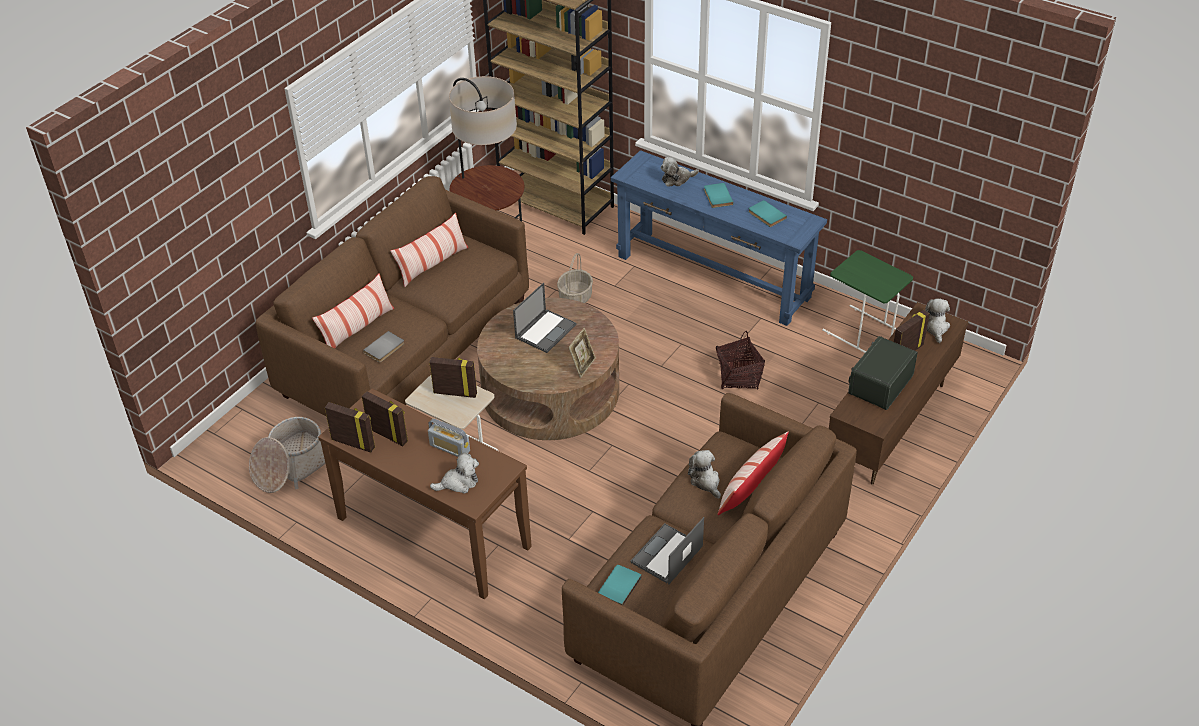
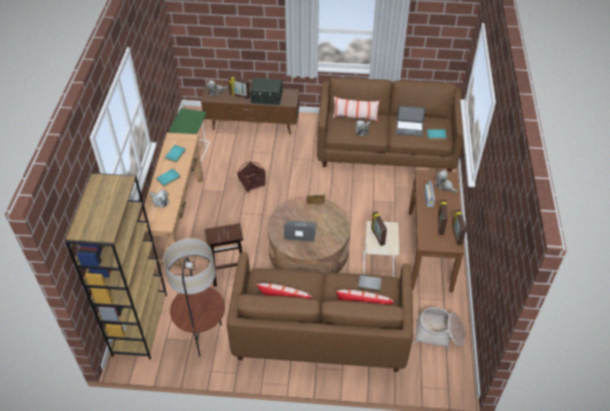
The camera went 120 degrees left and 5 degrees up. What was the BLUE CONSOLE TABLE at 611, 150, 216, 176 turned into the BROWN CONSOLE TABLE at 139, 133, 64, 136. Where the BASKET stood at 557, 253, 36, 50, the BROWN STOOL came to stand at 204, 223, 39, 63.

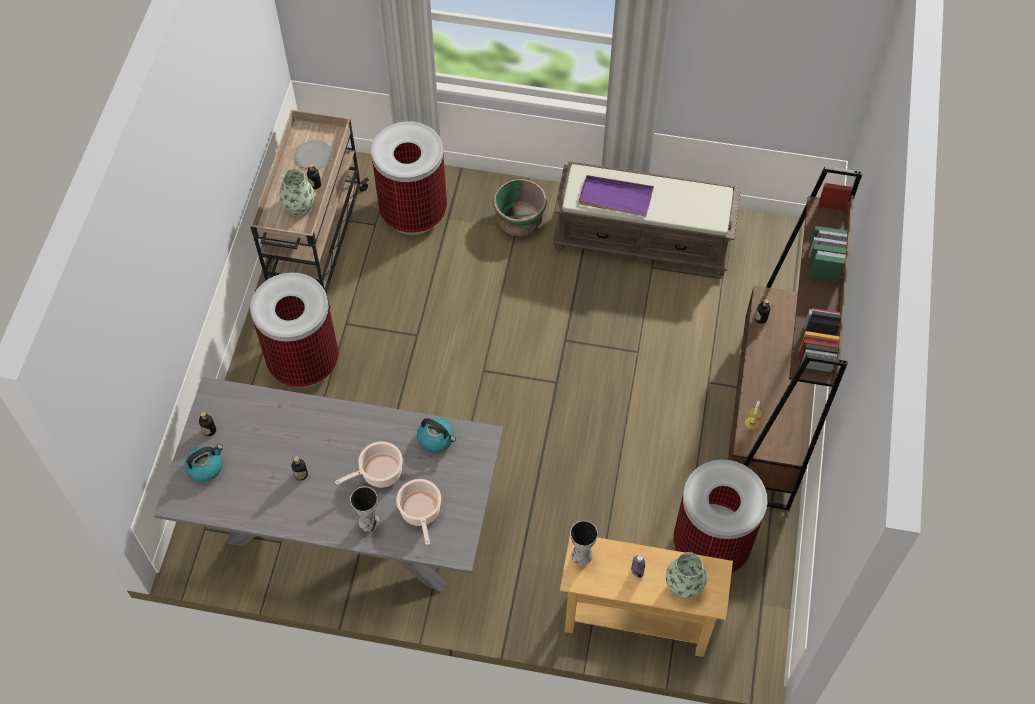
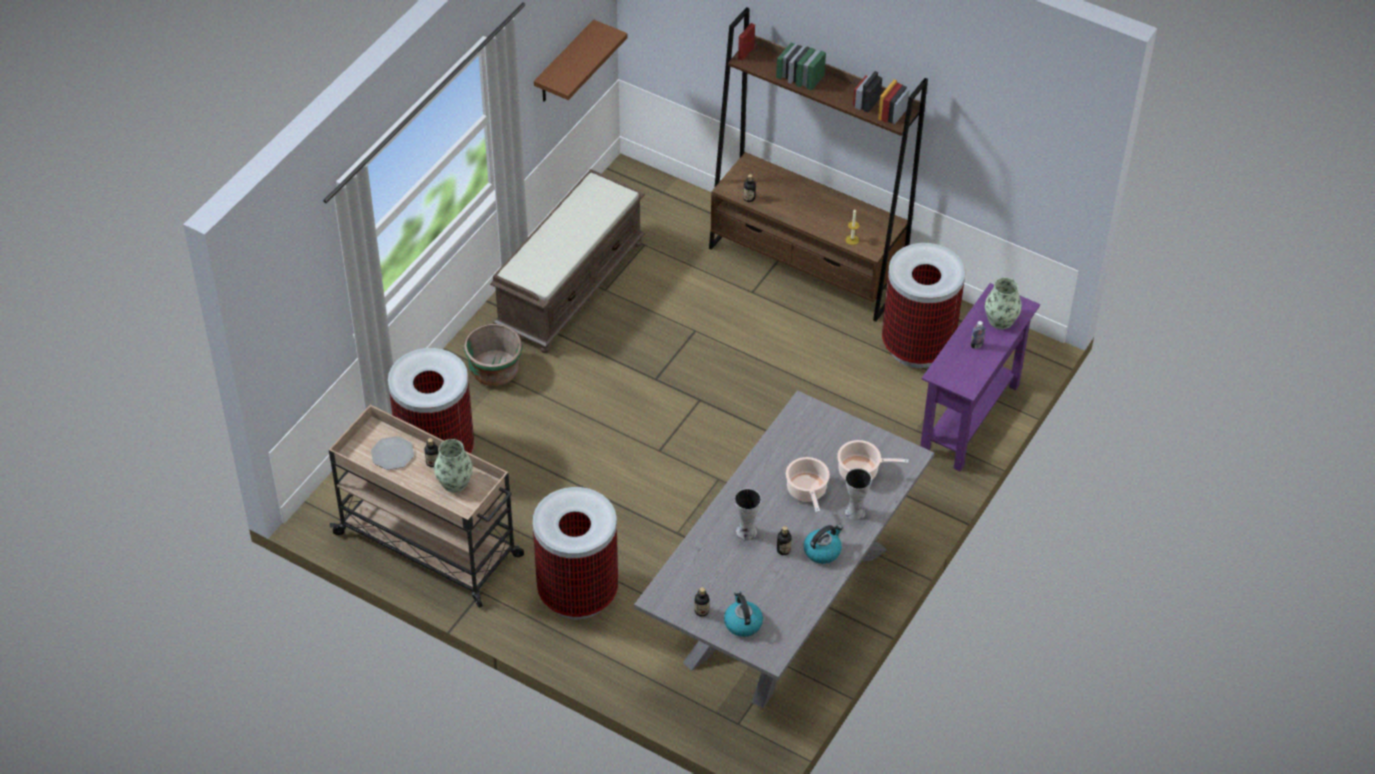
The camera went 70 degrees left and 10 degrees down. The second view lost the PURPLE TRAY at 579, 175, 75, 42. The KETTLE ended up elsewhere, having gone from 417, 418, 39, 35 to 804, 525, 39, 39. The VASE ended up elsewhere, having gone from 570, 520, 28, 45 to 735, 488, 26, 53. What was the BEIGE CONSOLE TABLE at 560, 537, 173, 120 turned into the PURPLE CONSOLE TABLE at 920, 283, 120, 189. The second view gained the BROWN SHELF at 534, 19, 94, 83.

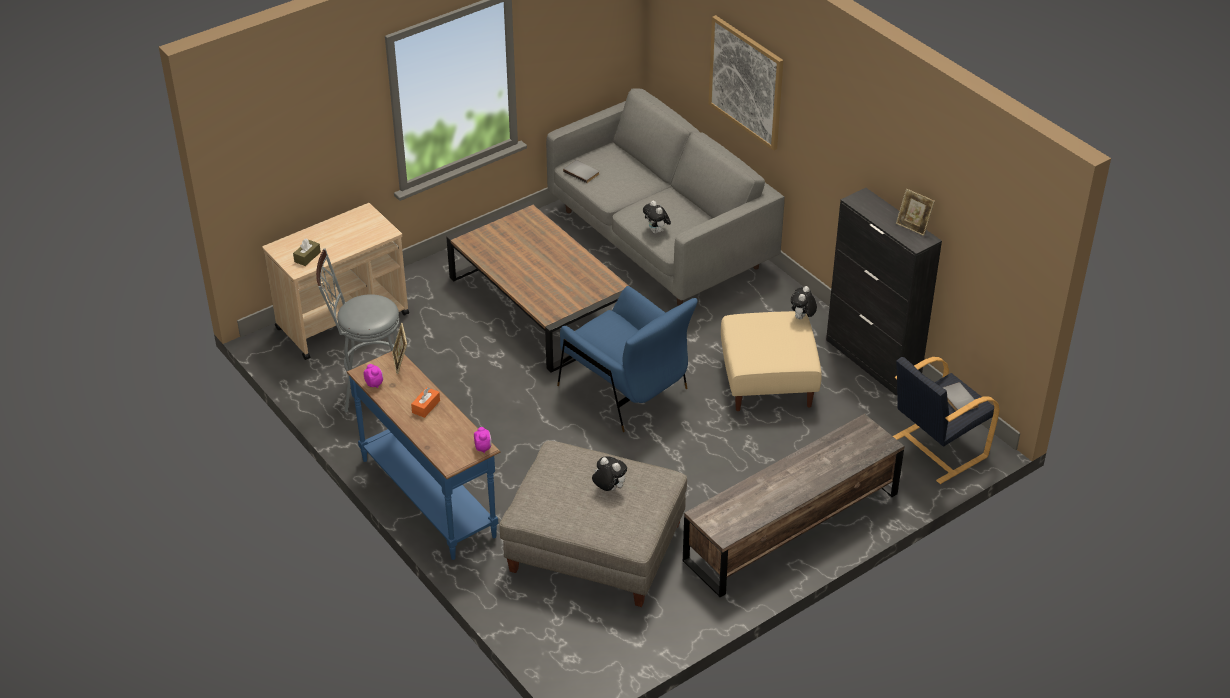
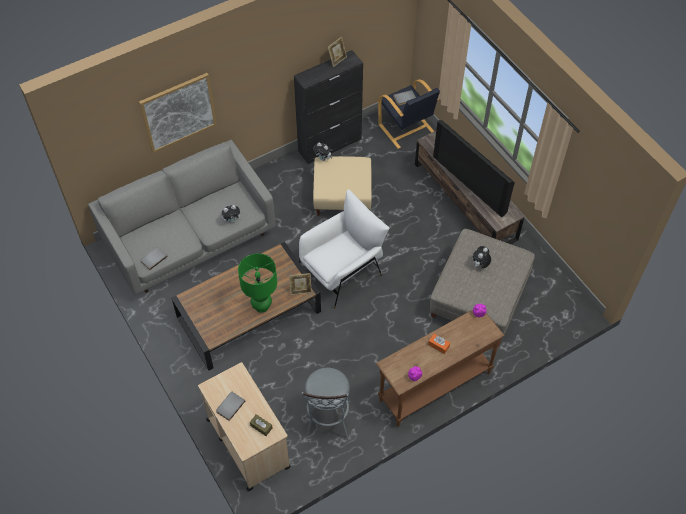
The camera went 85 degrees left and 15 degrees up. What was the BLUE ARMCHAIR at 557, 286, 141, 146 turned into the WHITE ARMCHAIR at 299, 189, 90, 120. The PICTURE FRAME ended up elsewhere, having gone from 392, 323, 15, 51 to 289, 273, 23, 22. What was the BLUE CONSOLE TABLE at 347, 351, 154, 209 turned into the BROWN CONSOLE TABLE at 376, 310, 129, 117. The second view gained the TELEVISION at 433, 120, 82, 97. The second view gained the GREEN TABLE LAMP at 238, 253, 39, 60. The second view gained the GREY BOOK at 216, 392, 29, 29.

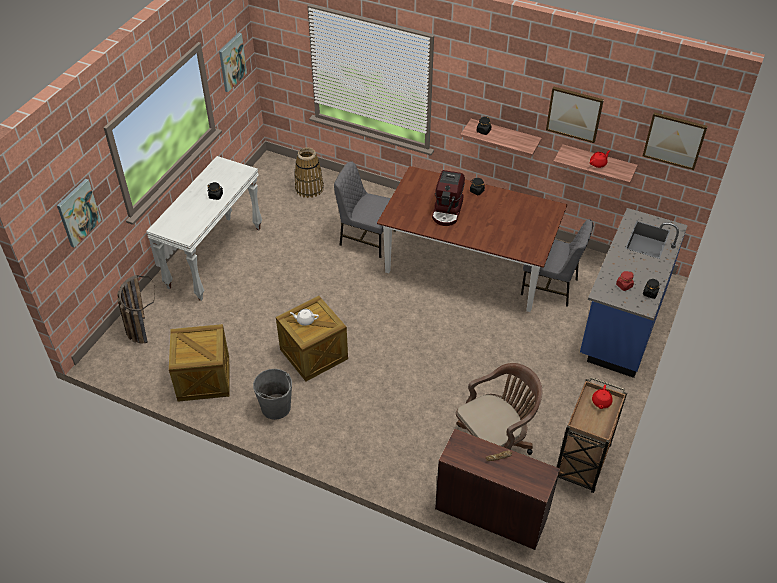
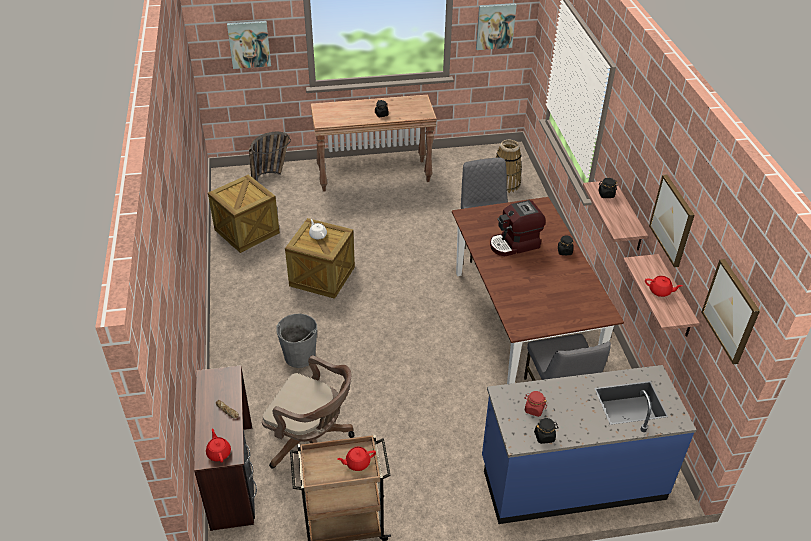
The camera went 55 degrees right and 5 degrees down. What was the WHITE CONSOLE TABLE at 146, 156, 116, 145 turned into the BROWN CONSOLE TABLE at 311, 95, 126, 97. The GREY BUCKET ended up elsewhere, having gone from 253, 369, 39, 51 to 276, 314, 41, 54. The second view gained the RED TEAPOT at 206, 428, 25, 35.

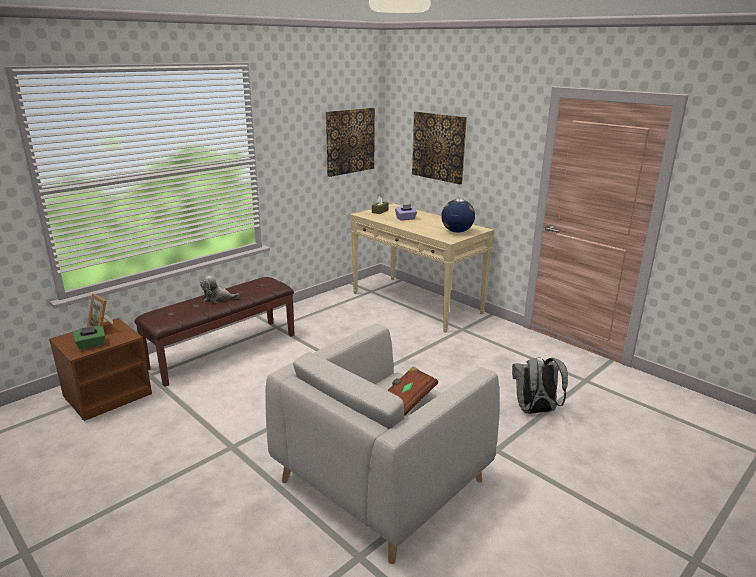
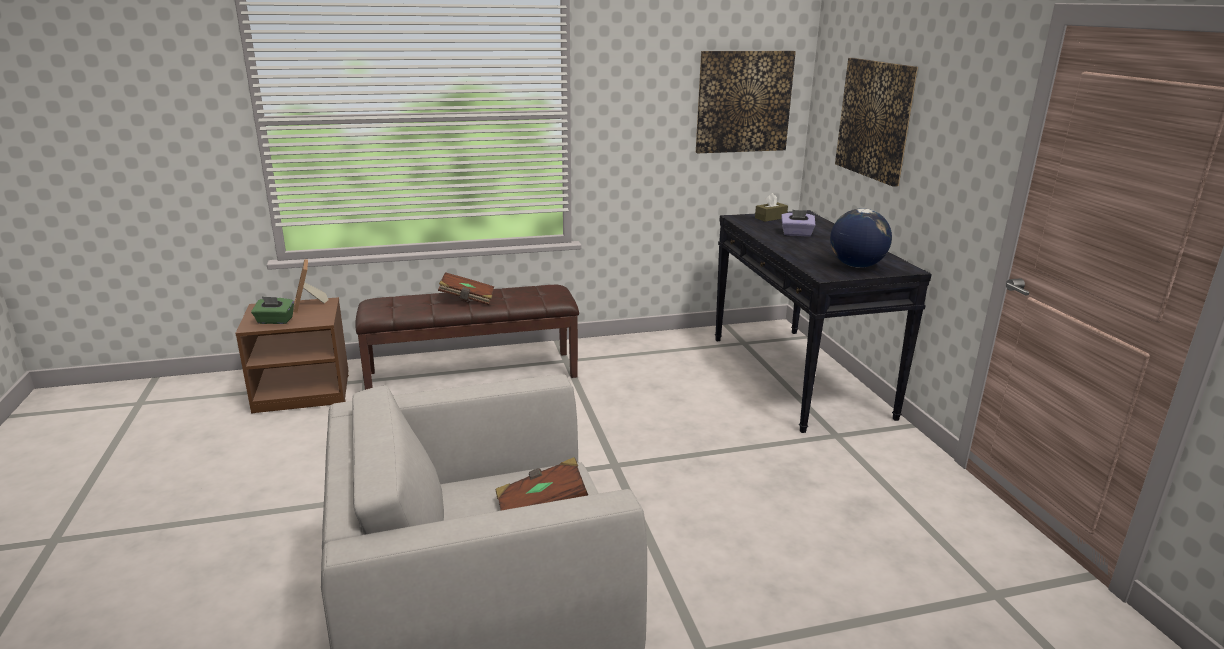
The camera went 30 degrees right and 0 degrees up. What was the BEIGE CONSOLE TABLE at 350, 204, 144, 129 turned into the BLACK CONSOLE TABLE at 715, 210, 217, 223. Where the PLUSH TOY stood at 200, 275, 39, 28, the BROWN BOOK came to stand at 438, 272, 56, 33. The second view lost the GREY BACKPACK at 512, 357, 56, 57.

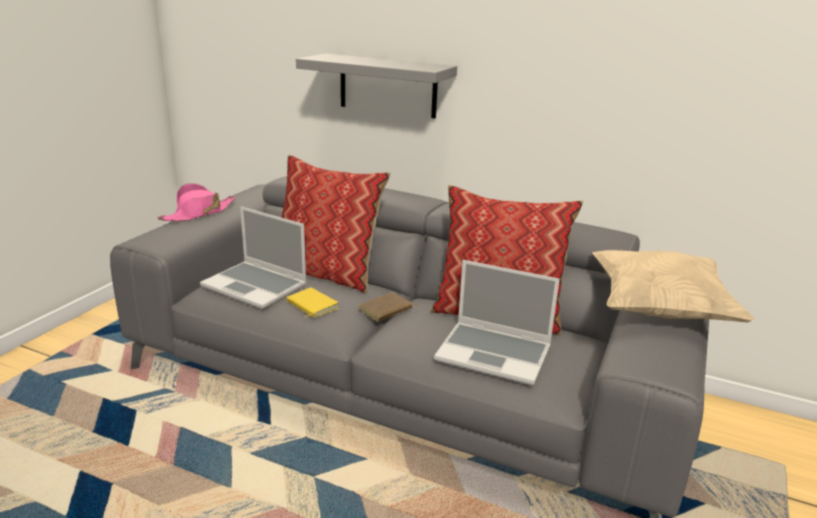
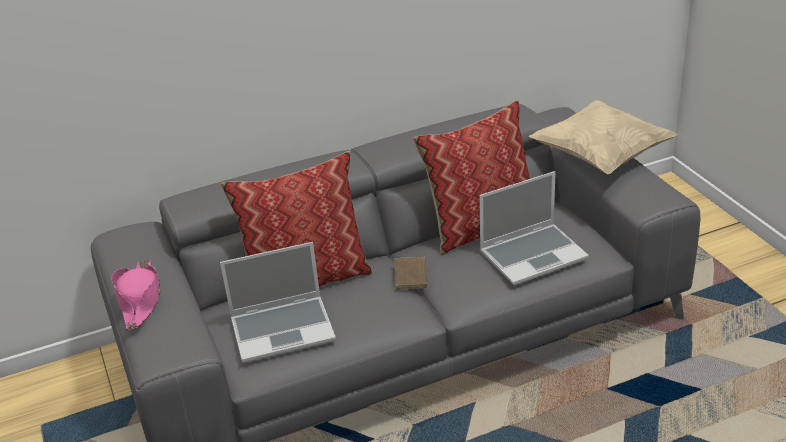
The camera went 45 degrees left and 10 degrees up. The second view lost the GREY SHELF at 296, 54, 161, 64. The second view lost the YELLOW BOOK at 287, 287, 52, 31.

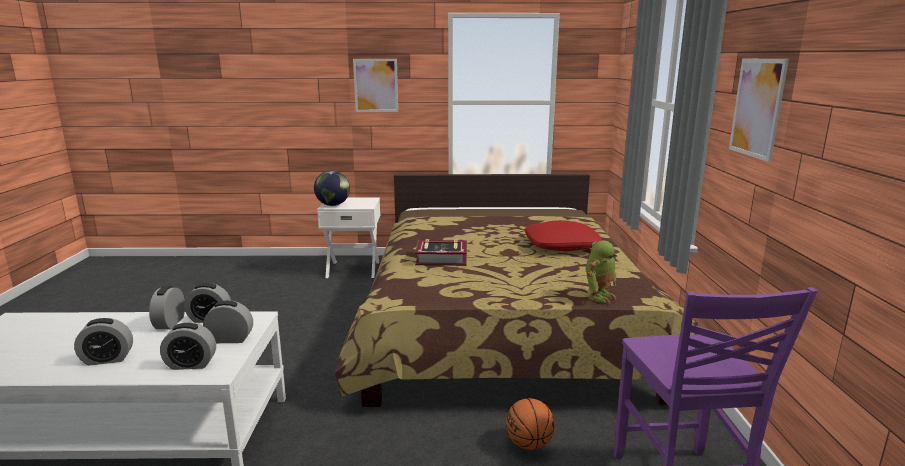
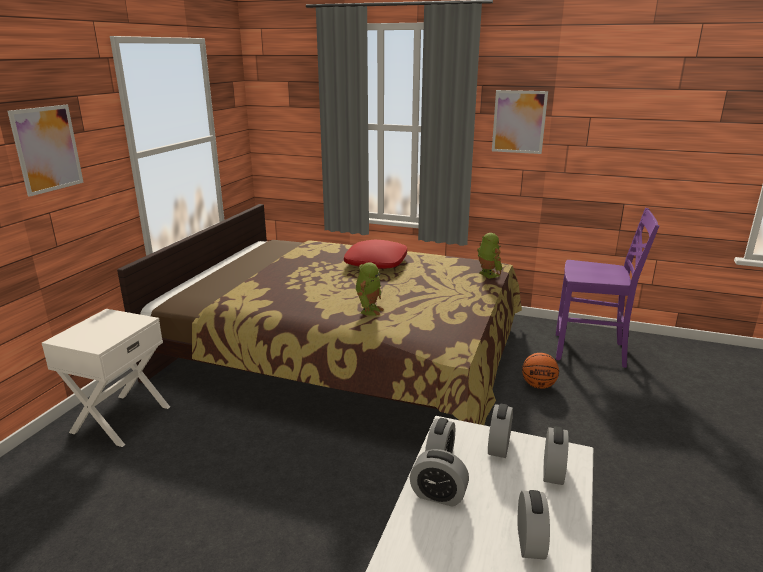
The camera went 70 degrees left and 5 degrees up. The second view lost the GLOBE at 314, 170, 36, 36. Where the BOOK stood at 415, 239, 52, 27, the TOY ROBOT came to stand at 356, 262, 28, 54.

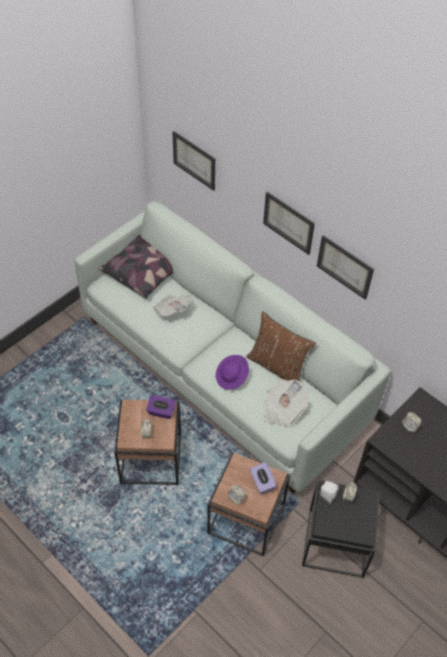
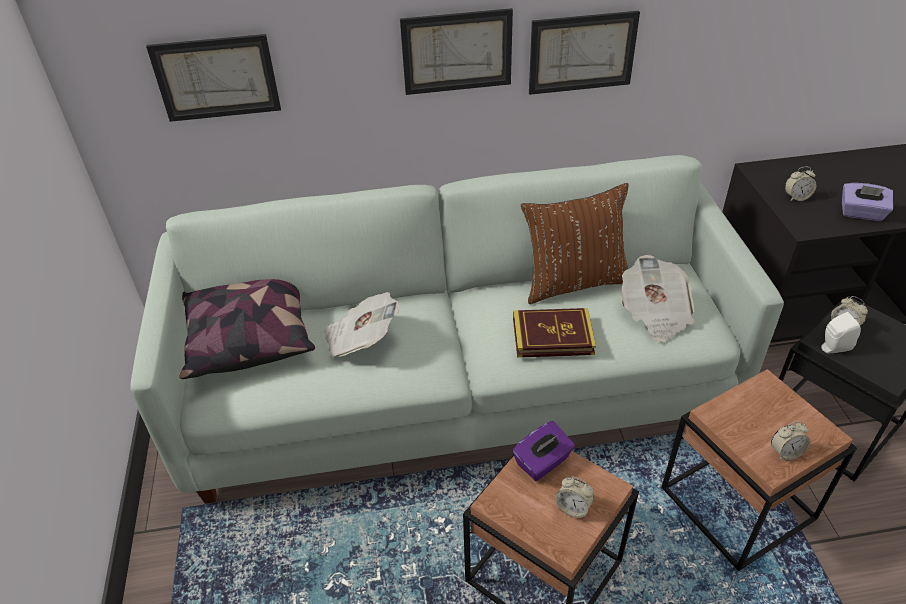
The camera went 50 degrees left and 10 degrees down. Where the PURPLE HAT stood at 216, 355, 33, 35, the BOOK came to stand at 513, 308, 83, 50. The PURPLE TISSUE BOX ended up elsewhere, having gone from 250, 462, 27, 32 to 842, 183, 51, 38.

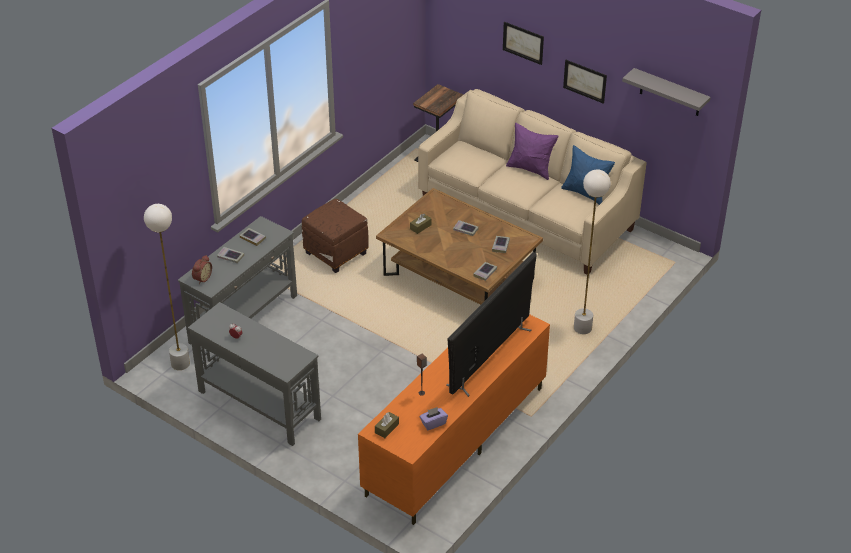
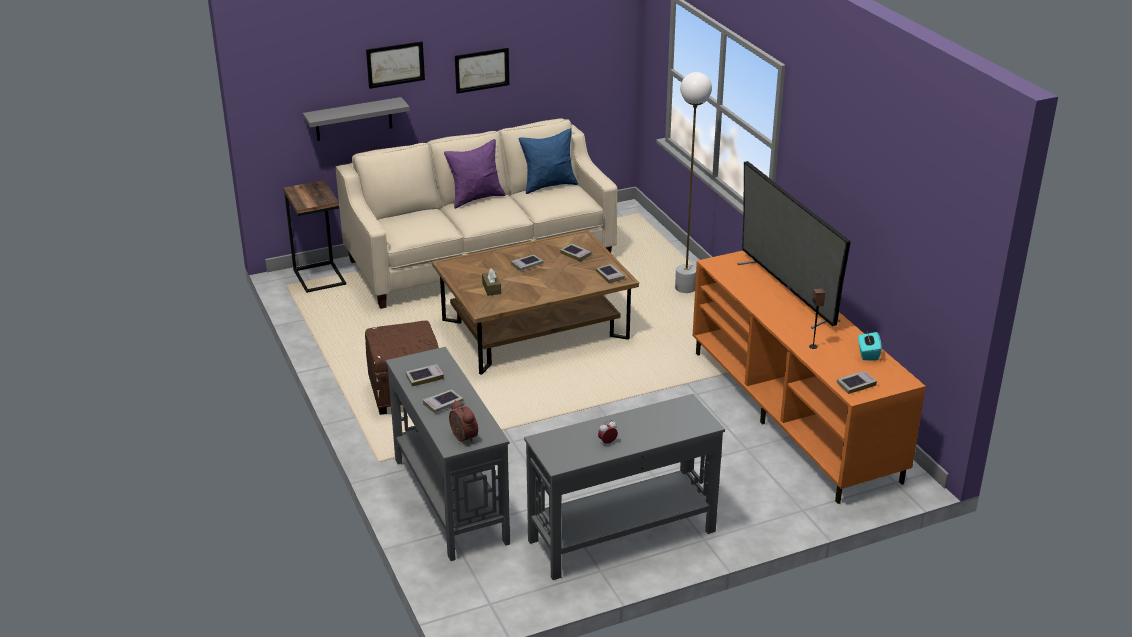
The camera went 60 degrees left and 10 degrees down. The GREY SHELF ended up elsewhere, having gone from 622, 68, 89, 48 to 303, 97, 107, 44. The second view lost the WHITE FLOOR LAMP at 144, 204, 46, 166. What was the PURPLE TISSUE BOX at 420, 407, 28, 23 turned into the TURQUOISE TISSUE BOX at 858, 330, 24, 31. Where the BROWN TISSUE BOX stood at 375, 412, 24, 26, the BOOK came to stand at 837, 371, 40, 23.

